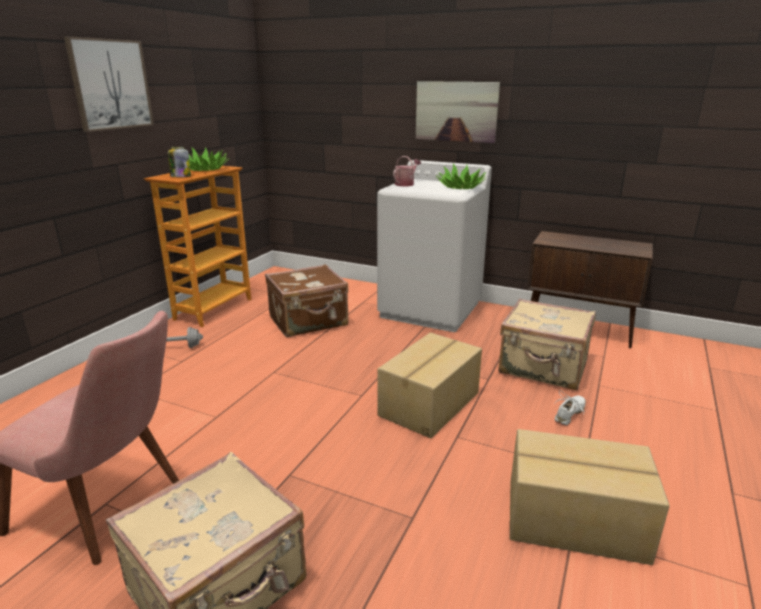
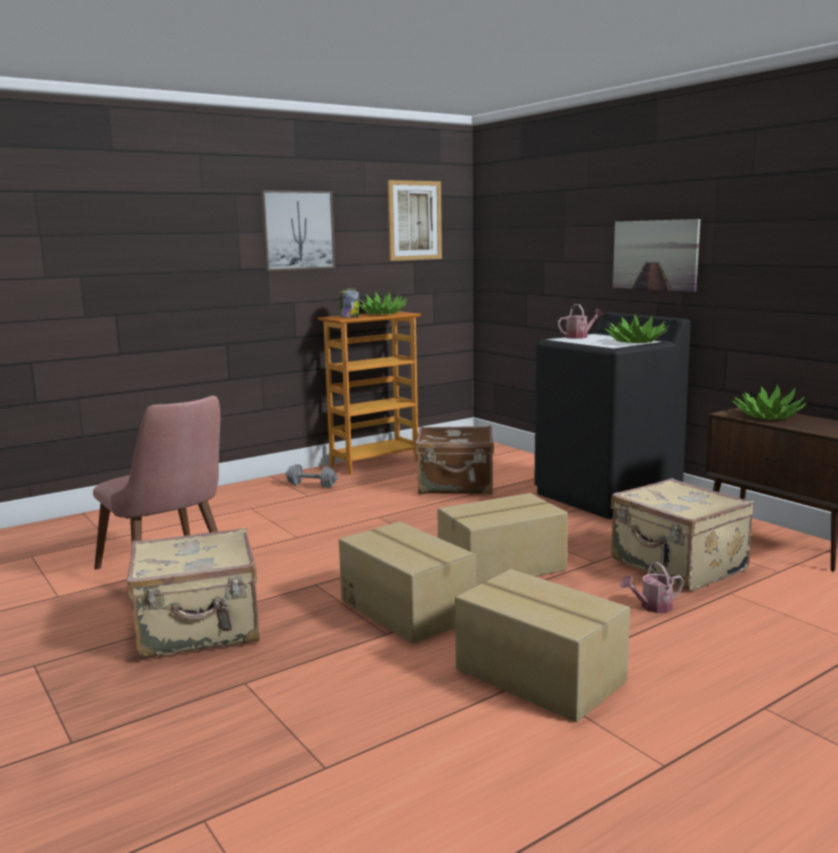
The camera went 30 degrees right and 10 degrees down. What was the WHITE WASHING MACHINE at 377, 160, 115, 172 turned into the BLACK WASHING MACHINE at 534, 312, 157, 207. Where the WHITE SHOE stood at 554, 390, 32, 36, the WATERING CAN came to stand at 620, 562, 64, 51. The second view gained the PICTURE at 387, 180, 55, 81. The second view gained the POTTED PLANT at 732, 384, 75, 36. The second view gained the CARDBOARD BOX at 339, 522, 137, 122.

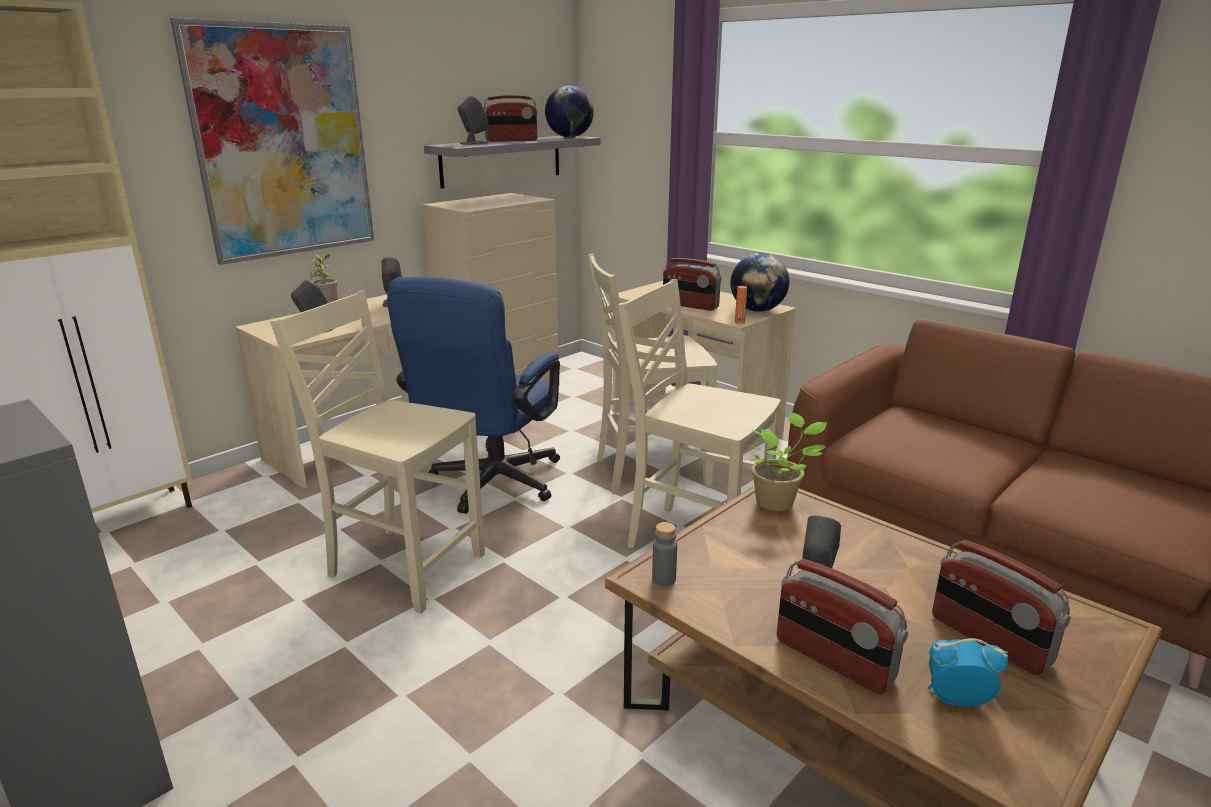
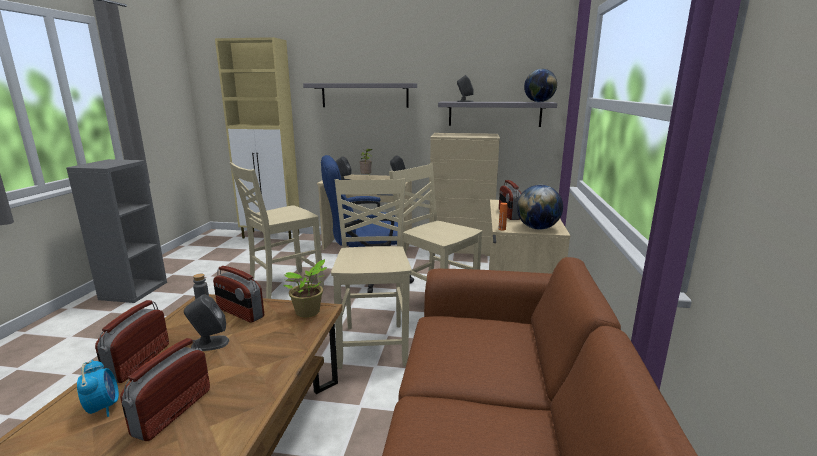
The camera went 55 degrees right and 5 degrees down. Where the PICTURE hung at 170, 18, 204, 247, the GREY SHELF came to hang at 303, 83, 114, 25. The RADIO ended up elsewhere, having gone from 484, 95, 54, 47 to 213, 266, 51, 57. The BEIGE CHAIR at 270, 291, 215, 322 ended up facing another way, 120 degrees counterclockwise from before.

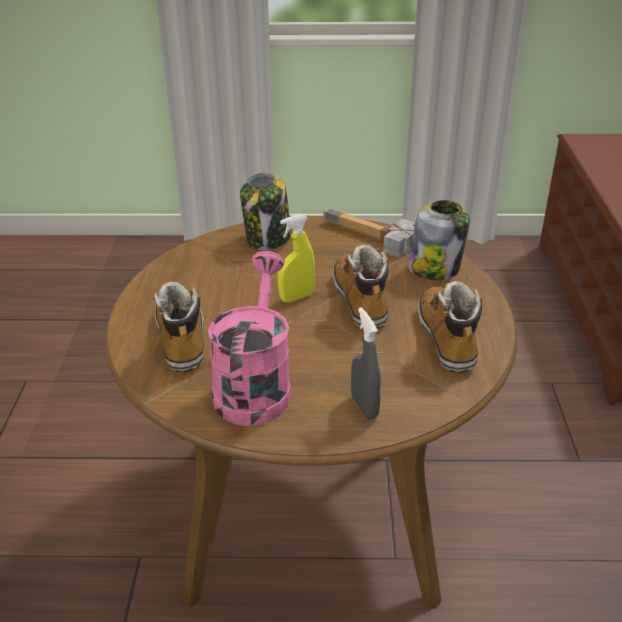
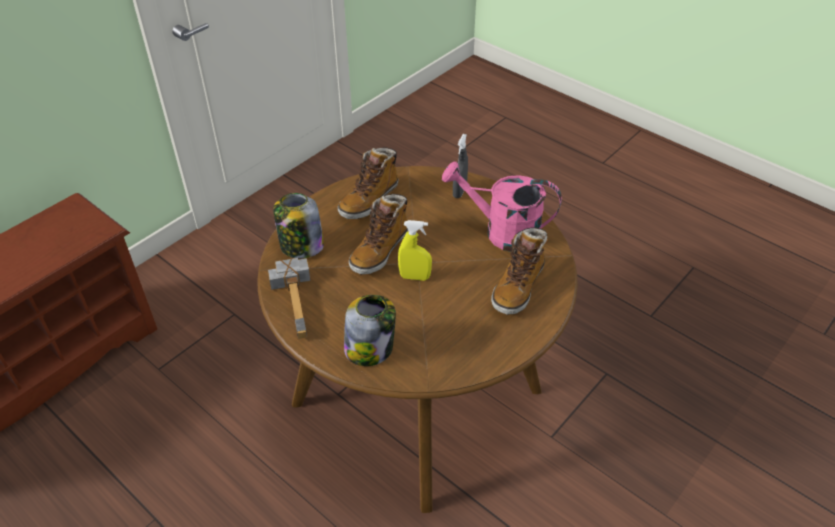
The camera went 140 degrees left and 10 degrees up. The PINK WATERING CAN at 208, 251, 83, 175 ended up facing another way, 60 degrees clockwise from before.

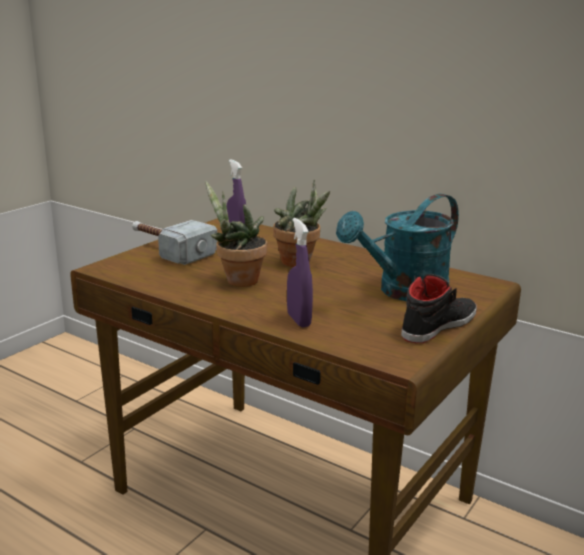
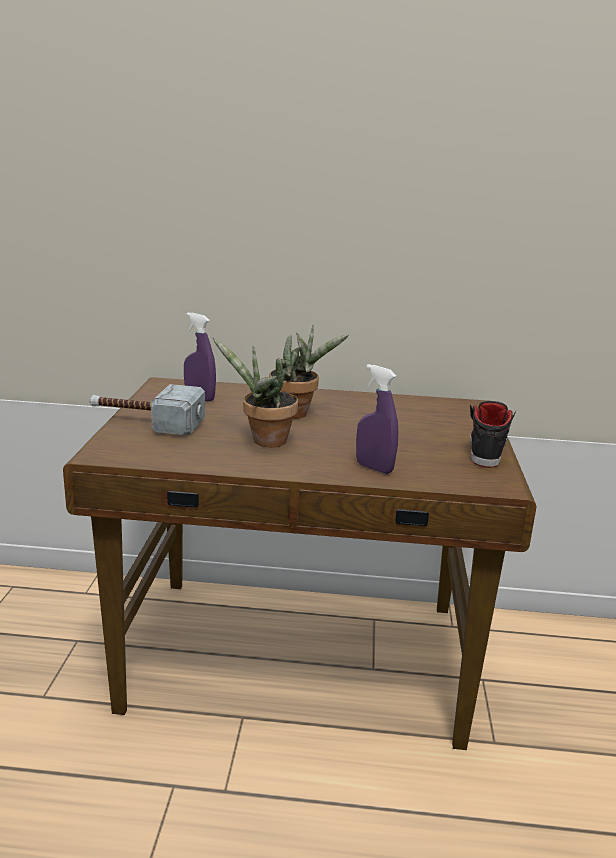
The camera went 30 degrees left and 0 degrees up. The second view lost the TURQUOISE WATERING CAN at 336, 194, 123, 107.

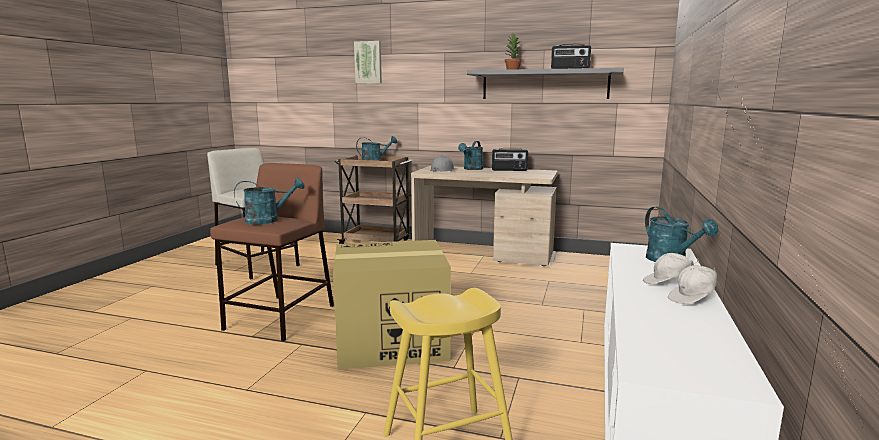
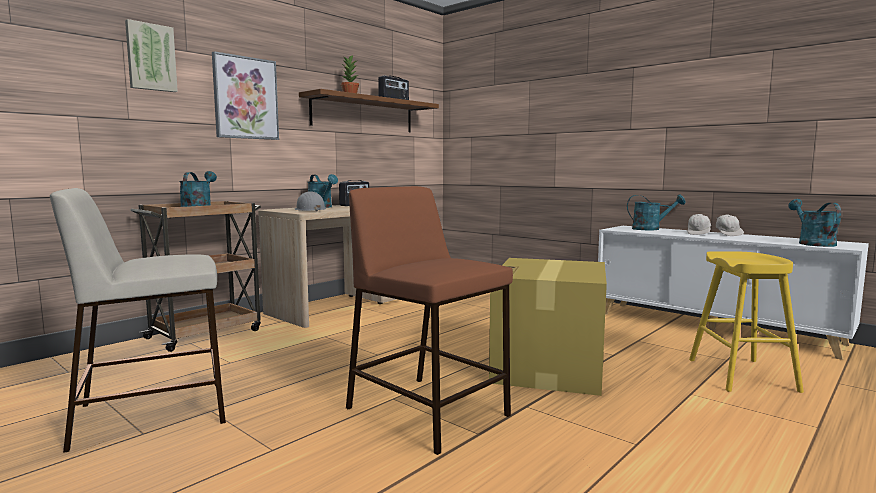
The camera went 65 degrees left and 5 degrees down. What was the GREY SHELF at 467, 68, 157, 31 turned into the BROWN SHELF at 299, 89, 140, 43. The TURQUOISE WATERING CAN ended up elsewhere, having gone from 234, 177, 71, 48 to 788, 199, 53, 48. The second view gained the PICTURE at 212, 51, 67, 89.

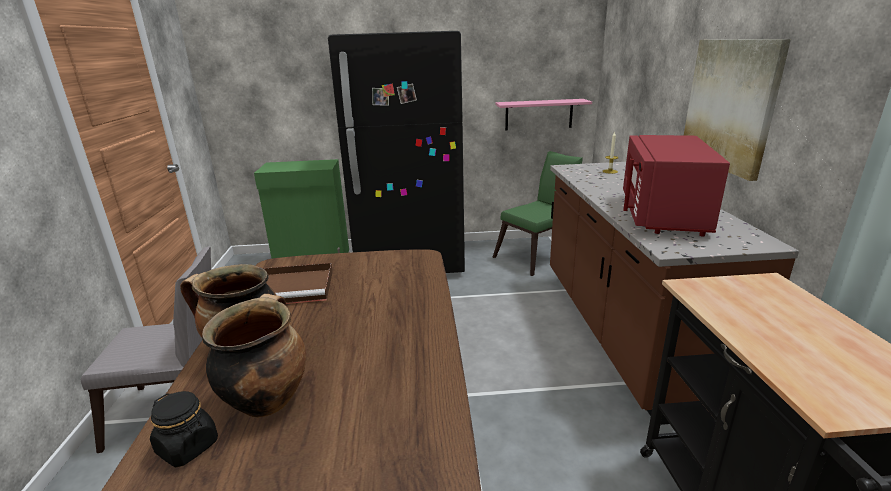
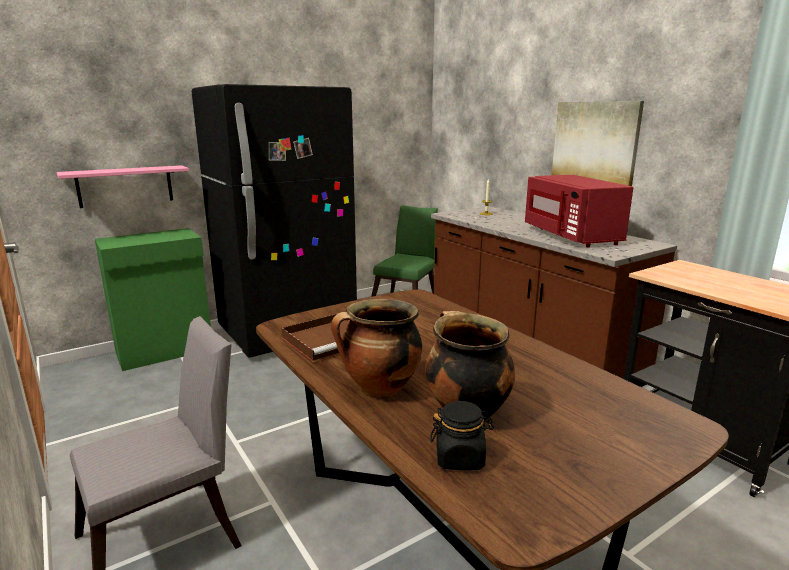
The camera went 30 degrees left and 5 degrees down. The PINK SHELF ended up elsewhere, having gone from 495, 99, 97, 32 to 57, 165, 132, 43.

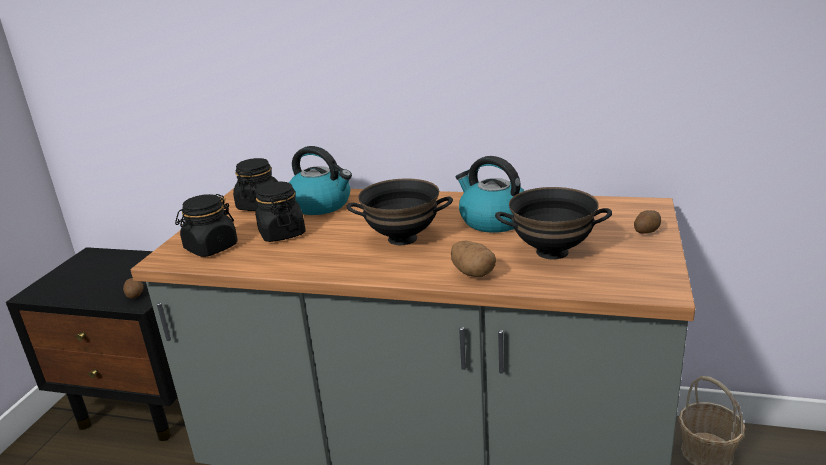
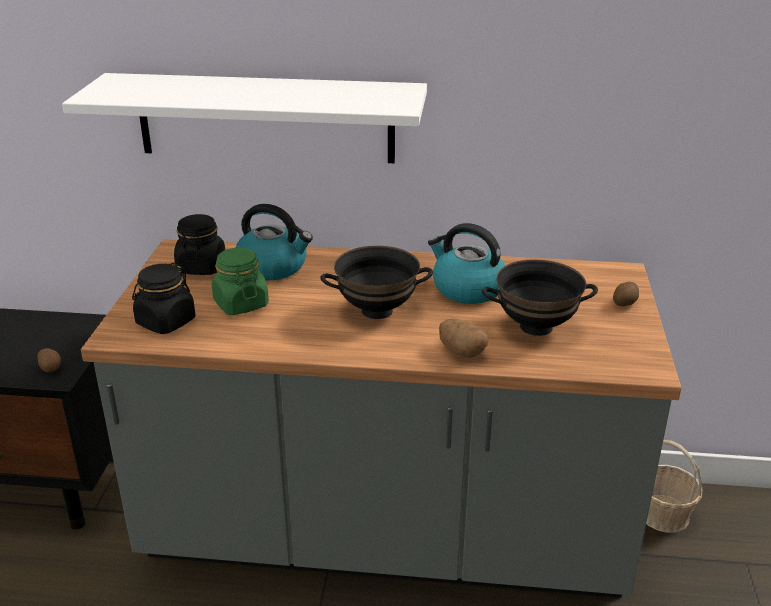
The camera went 10 degrees left and 5 degrees up. What was the BLACK JAR at 255, 182, 51, 60 turned into the GREEN JAR at 212, 248, 57, 67. The second view gained the WHITE SHELF at 62, 73, 365, 90.

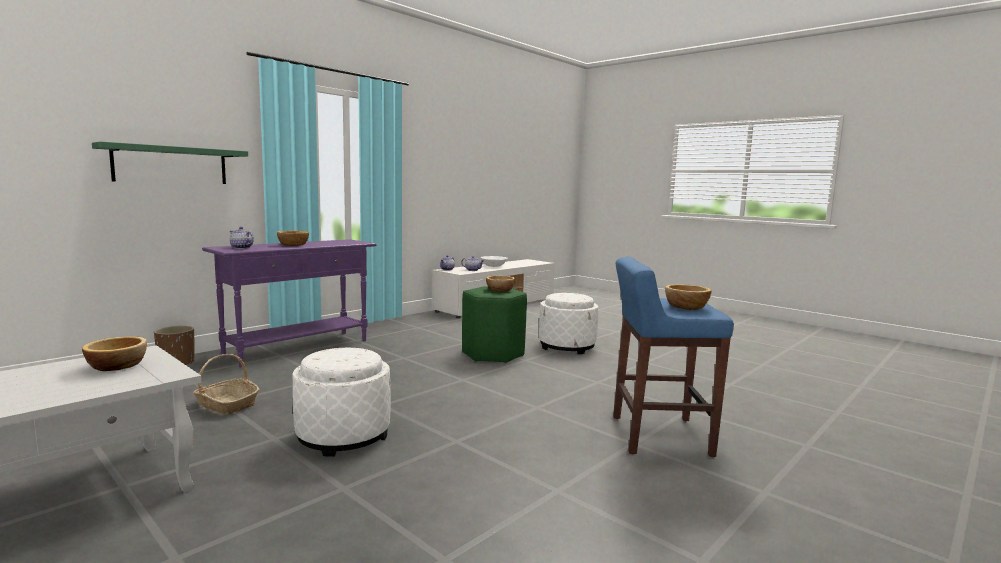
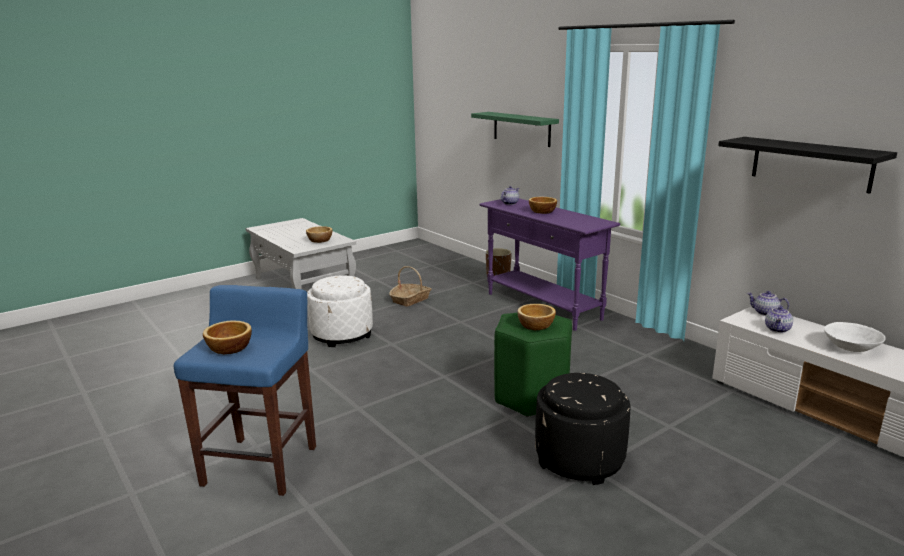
The camera went 100 degrees right and 10 degrees up. What was the WHITE OTTOMAN at 539, 293, 59, 61 turned into the BLACK OTTOMAN at 535, 373, 96, 112. The second view gained the BLACK SHELF at 718, 137, 179, 57.

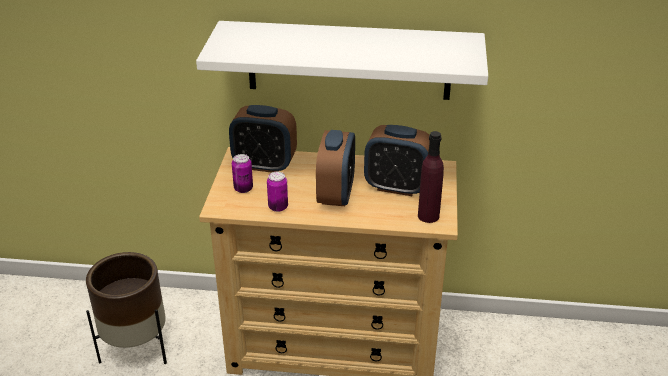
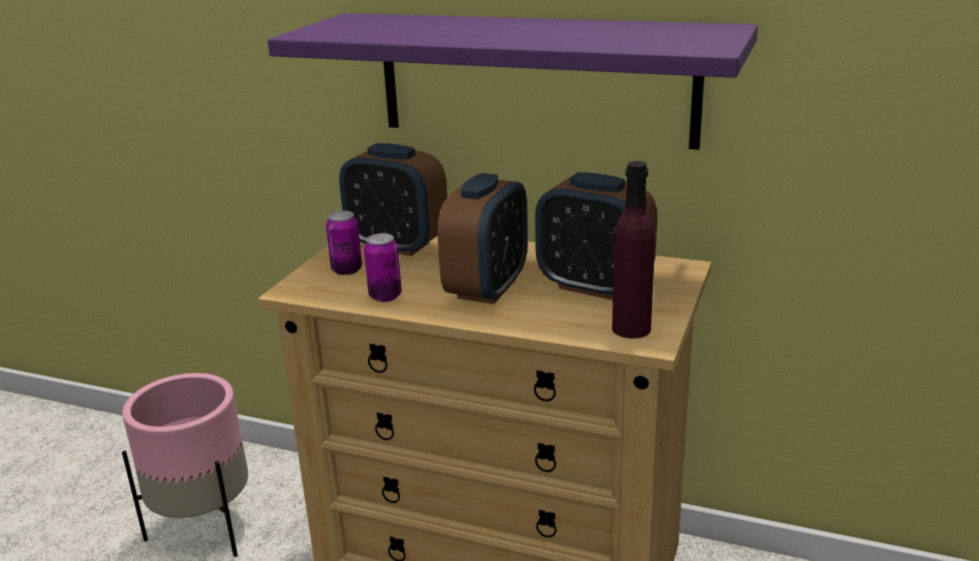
The camera went 15 degrees right and 10 degrees down. What was the WHITE SHELF at 196, 21, 292, 79 turned into the PURPLE SHELF at 267, 13, 491, 137. What was the BROWN PLANTER at 86, 252, 81, 112 turned into the PINK PLANTER at 122, 373, 126, 184.

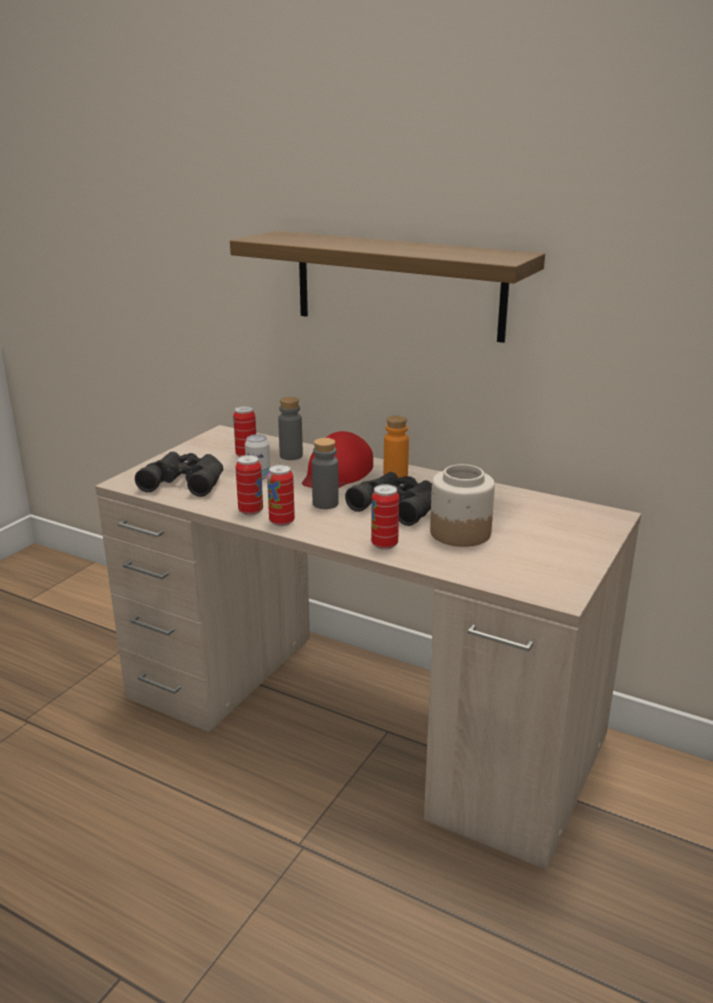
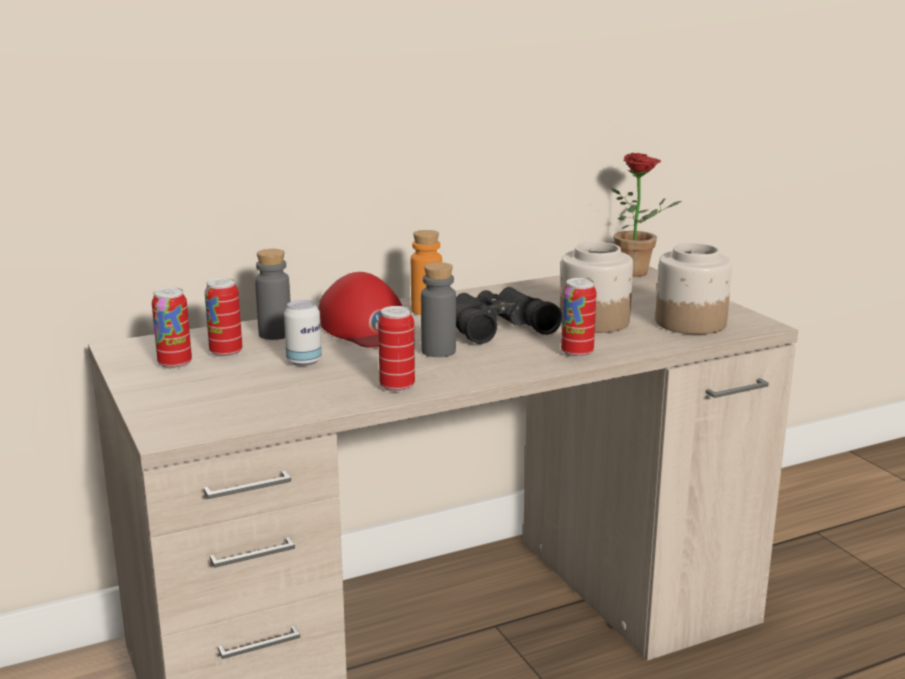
The camera went 55 degrees left and 5 degrees down. The second view lost the SHELF at 230, 231, 315, 112. The second view lost the BLACK BINOCULARS at 135, 452, 88, 45. The CAN ended up elsewhere, having gone from 267, 464, 28, 62 to 152, 287, 40, 82. The second view gained the POTTED PLANT at 611, 153, 71, 124. The second view gained the JAR at 655, 243, 77, 91.

